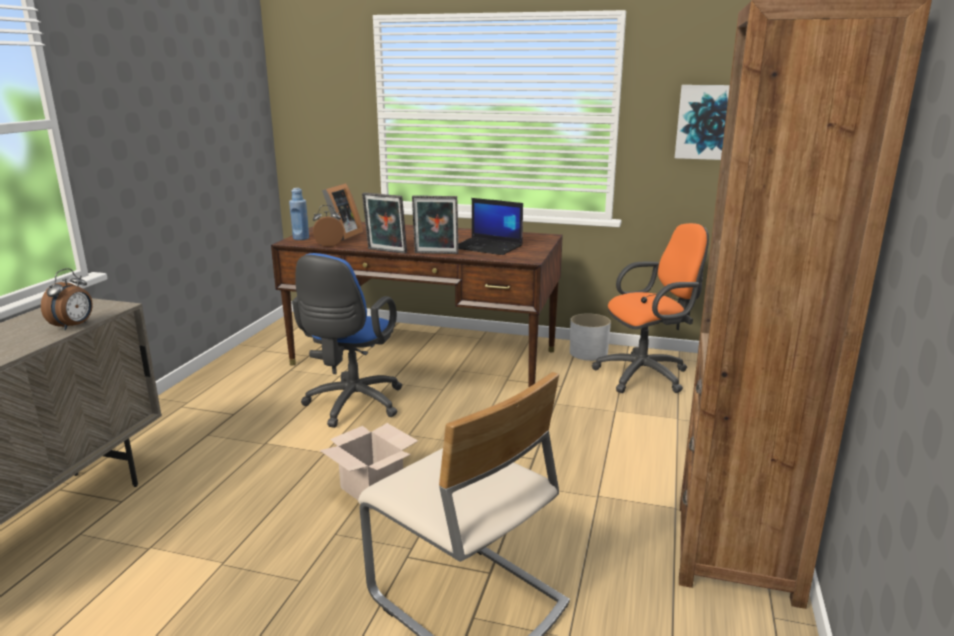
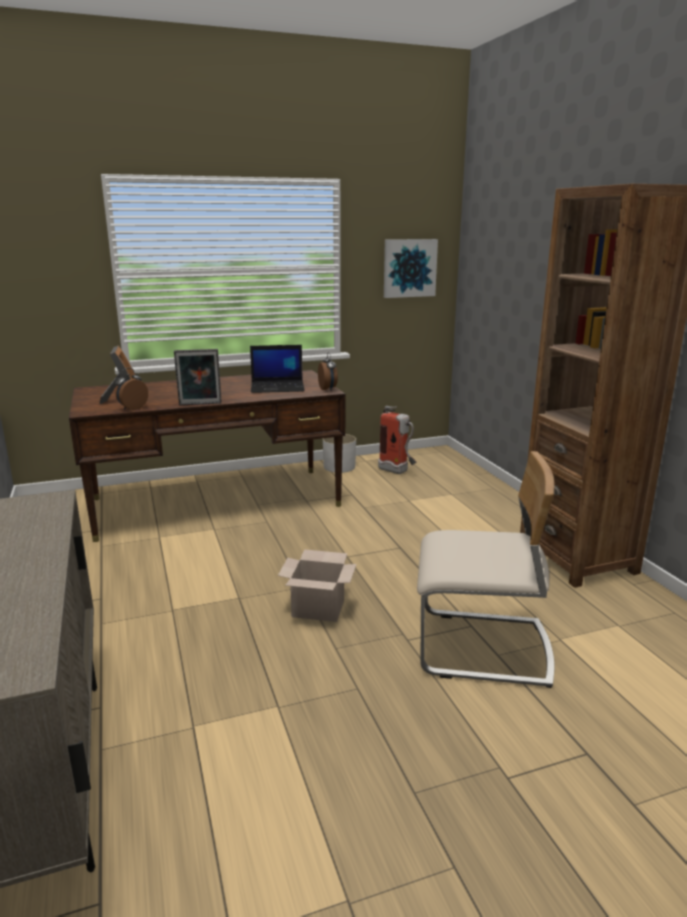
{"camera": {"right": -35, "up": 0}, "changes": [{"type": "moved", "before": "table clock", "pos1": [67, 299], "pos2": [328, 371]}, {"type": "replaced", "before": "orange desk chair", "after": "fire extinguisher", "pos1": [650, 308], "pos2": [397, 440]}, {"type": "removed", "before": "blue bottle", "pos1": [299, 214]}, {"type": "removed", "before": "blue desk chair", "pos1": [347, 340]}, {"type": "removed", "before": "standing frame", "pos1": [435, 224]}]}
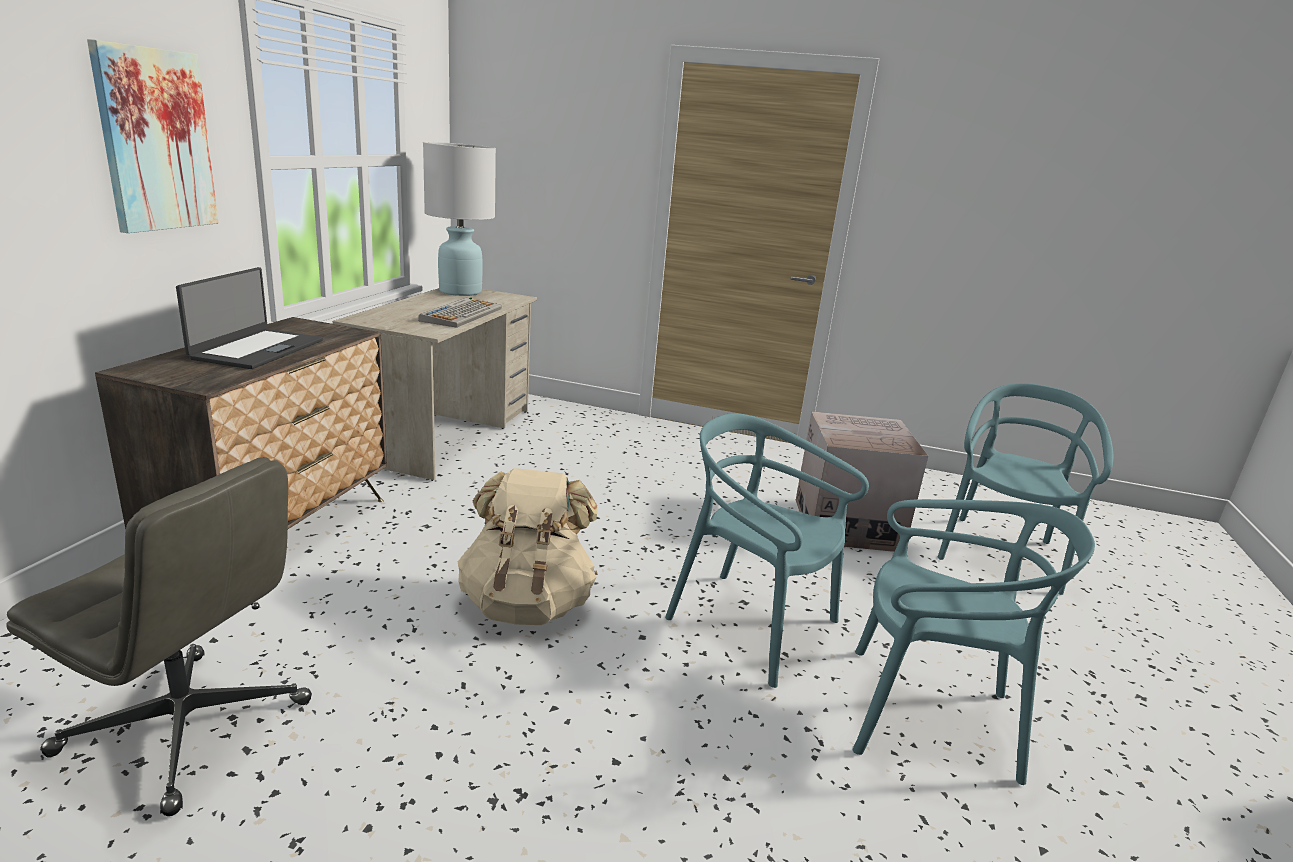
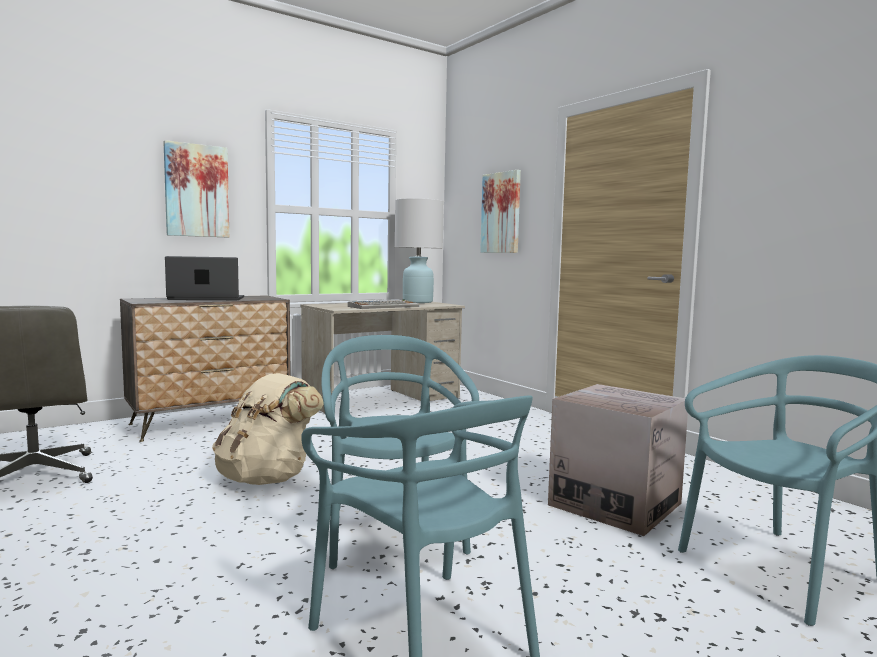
{"camera": {"right": 40, "up": -15}, "changes": [{"type": "turned", "before": "portable computer", "pos1": [249, 318], "pos2": [204, 278], "turn": -150}, {"type": "added", "after": "wall art", "pos2": [500, 211]}]}
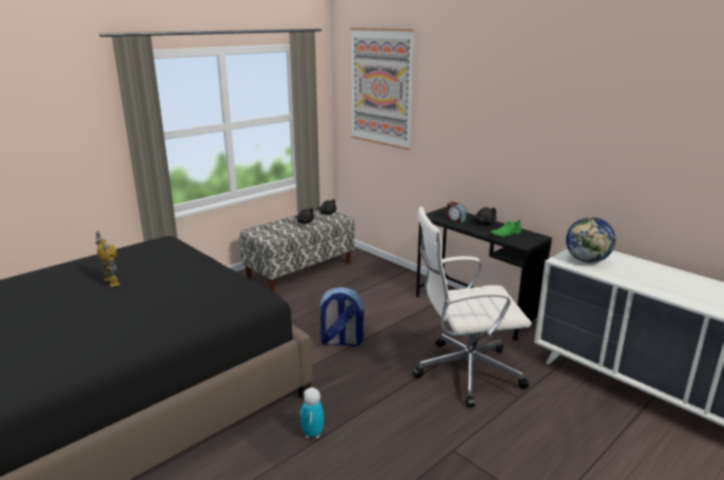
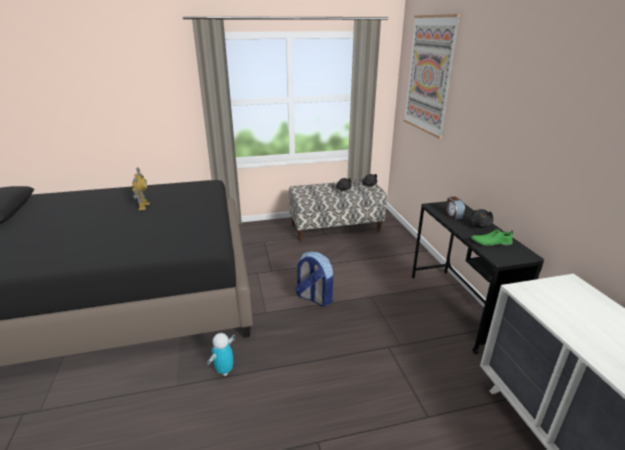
{"camera": {"right": 30, "up": 5}, "changes": [{"type": "removed", "before": "white-coloured desk chair", "pos1": [472, 307]}, {"type": "removed", "before": "desk globe", "pos1": [591, 240]}]}
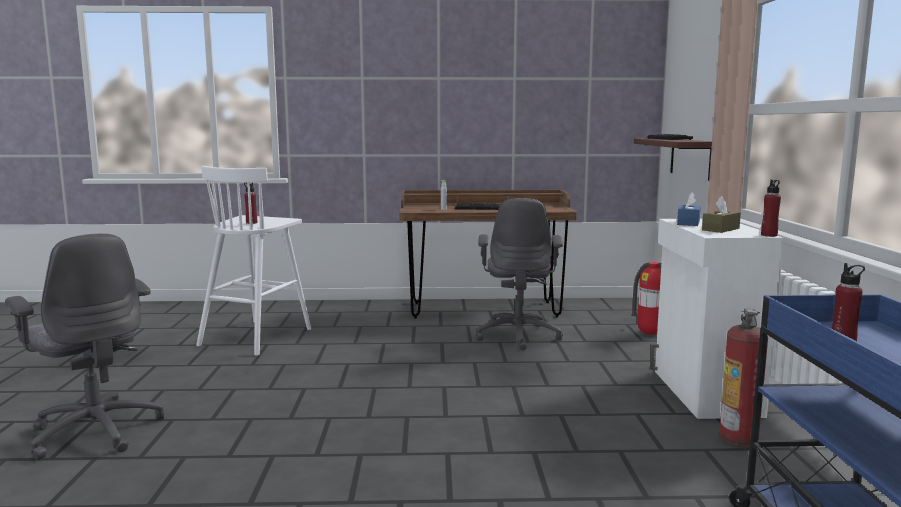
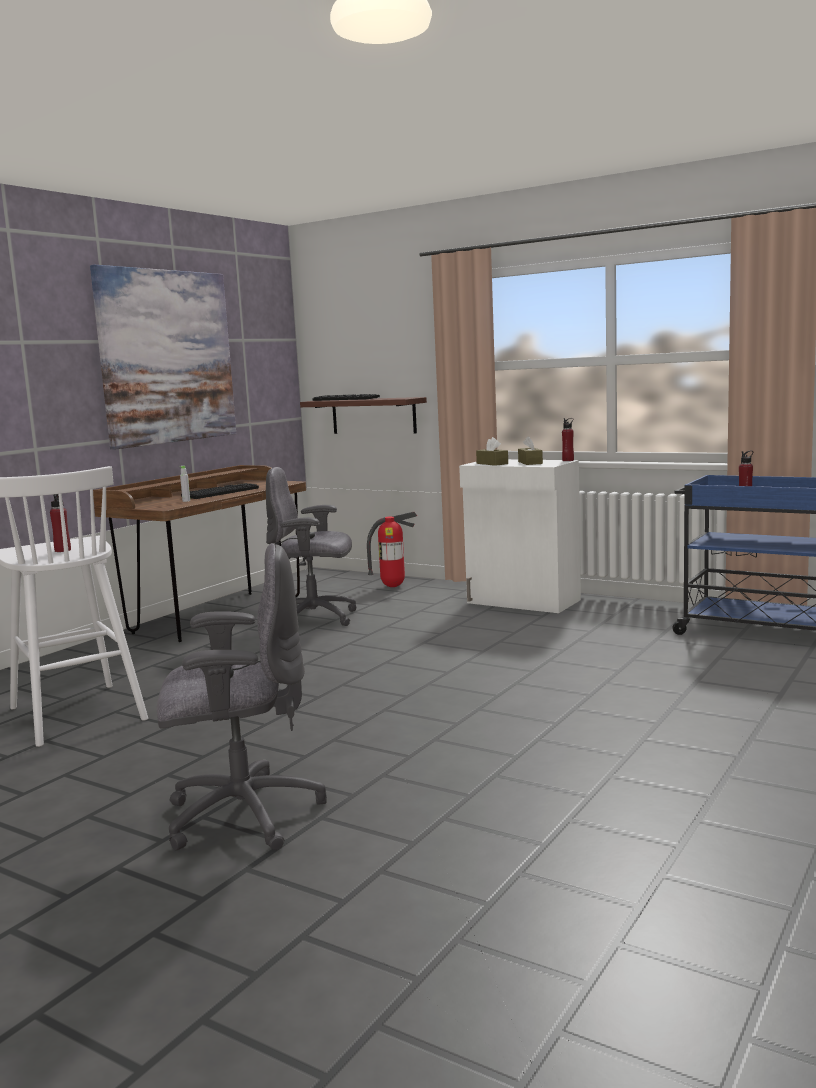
{"camera": {"right": -55, "up": 0}, "changes": [{"type": "added", "after": "wall art", "pos2": [163, 357]}, {"type": "turned", "before": "gray desk chair", "pos1": [519, 274], "pos2": [311, 546], "turn": 150}, {"type": "recoloured", "before": "blue tissue box", "after": "brown-coloured tissue box", "pos1": [689, 209], "pos2": [492, 451]}, {"type": "removed", "before": "fire extinguisher", "pos1": [743, 378]}]}
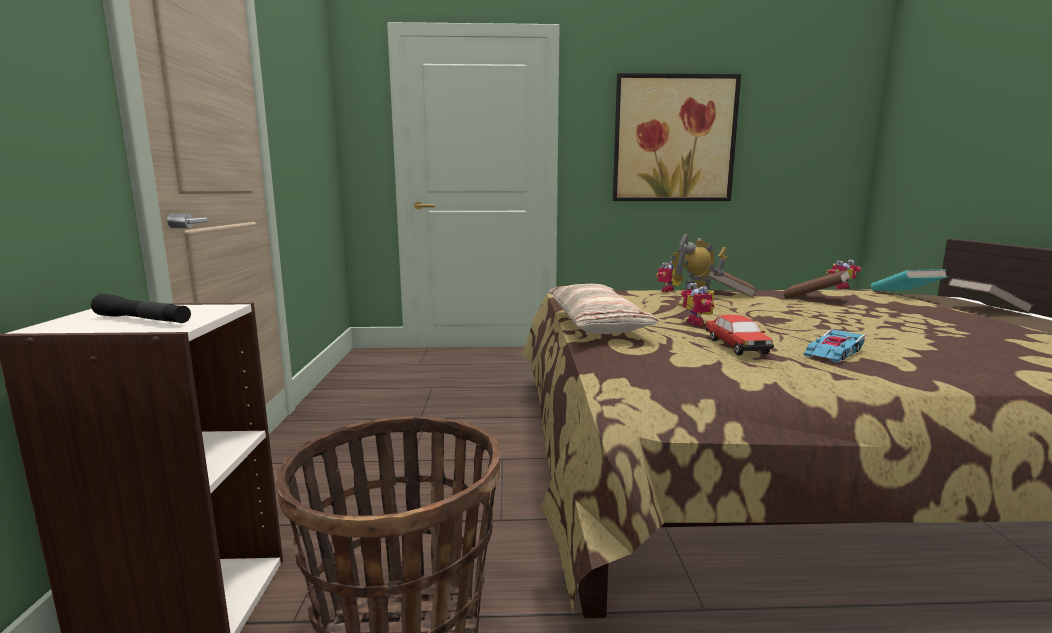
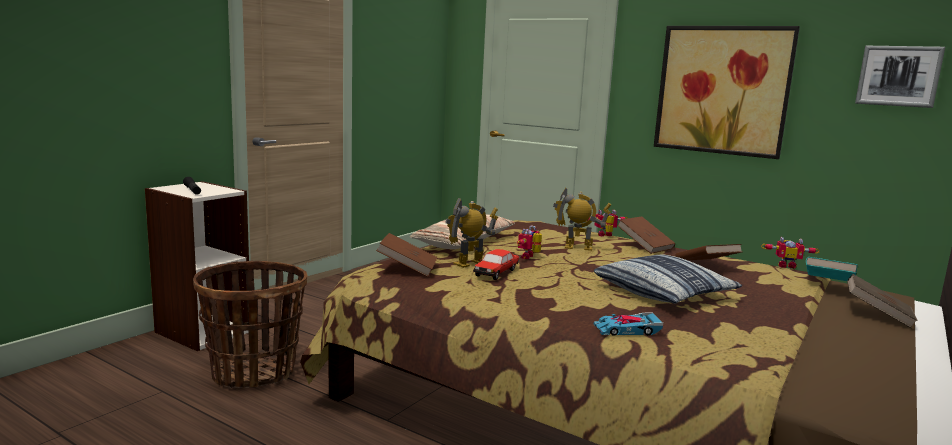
{"camera": {"right": 35, "up": 0}, "changes": [{"type": "added", "after": "brown-coloured volume", "pos2": [407, 255]}, {"type": "added", "after": "toy robot", "pos2": [471, 233]}, {"type": "added", "after": "pillow", "pos2": [668, 279]}, {"type": "moved", "before": "miniature car", "pos1": [834, 346], "pos2": [628, 324]}, {"type": "added", "after": "wall art", "pos2": [900, 77]}]}
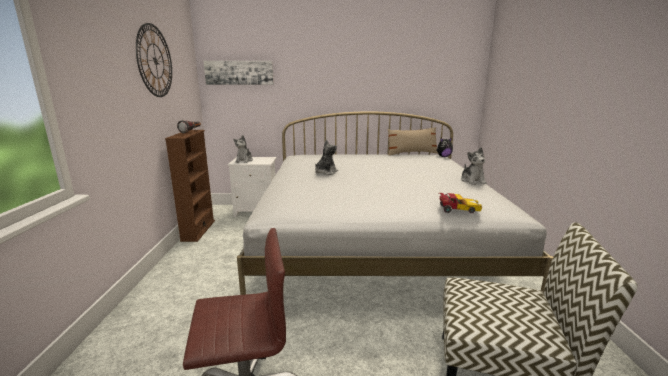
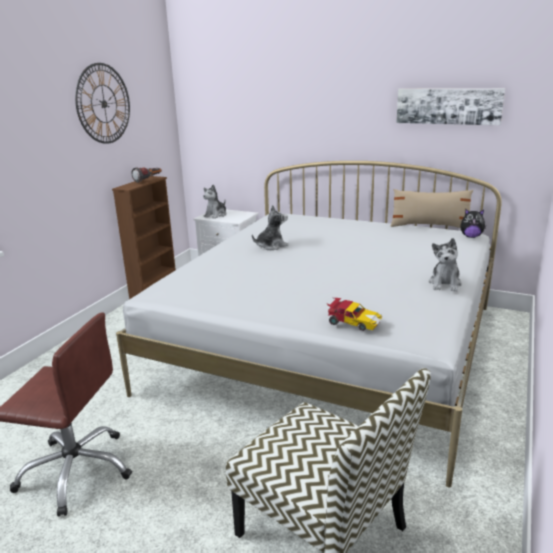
{"camera": {"right": 25, "up": 5}, "changes": [{"type": "moved", "before": "wall art", "pos1": [239, 73], "pos2": [450, 106]}]}
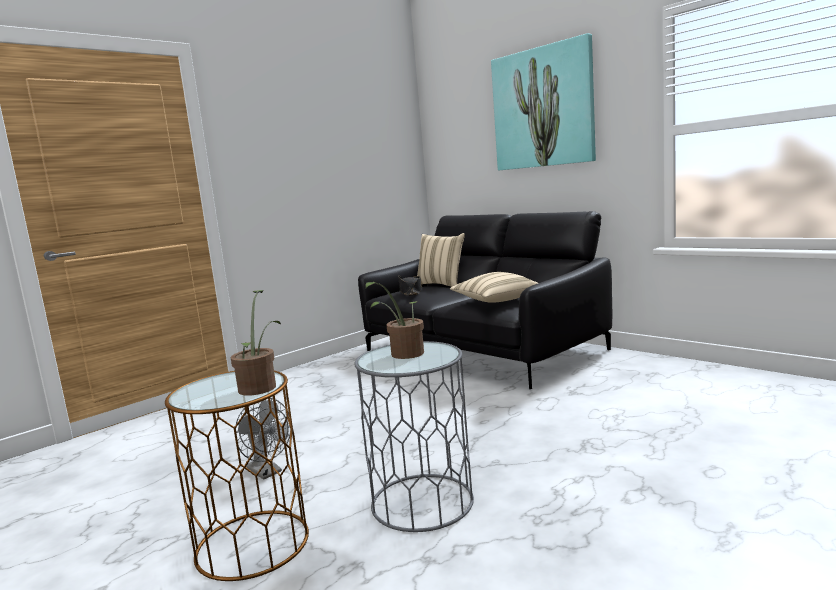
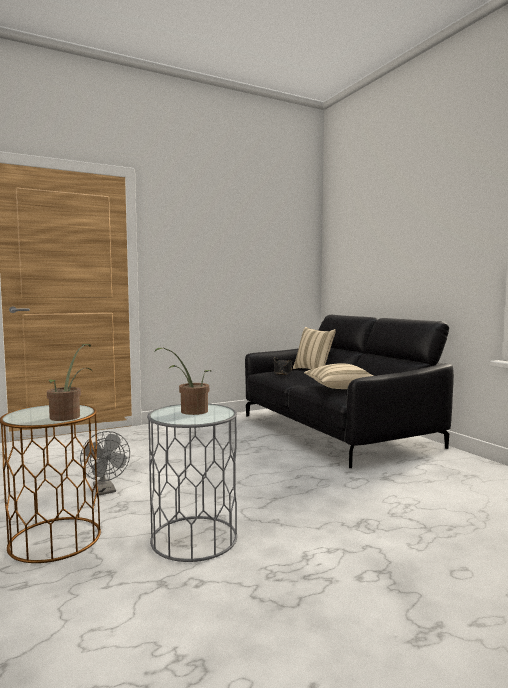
{"camera": {"right": 15, "up": -5}, "changes": [{"type": "removed", "before": "wall art", "pos1": [543, 102]}]}
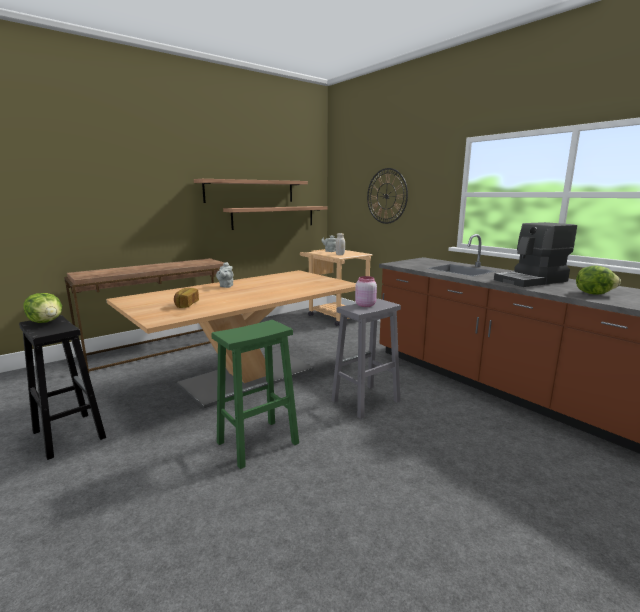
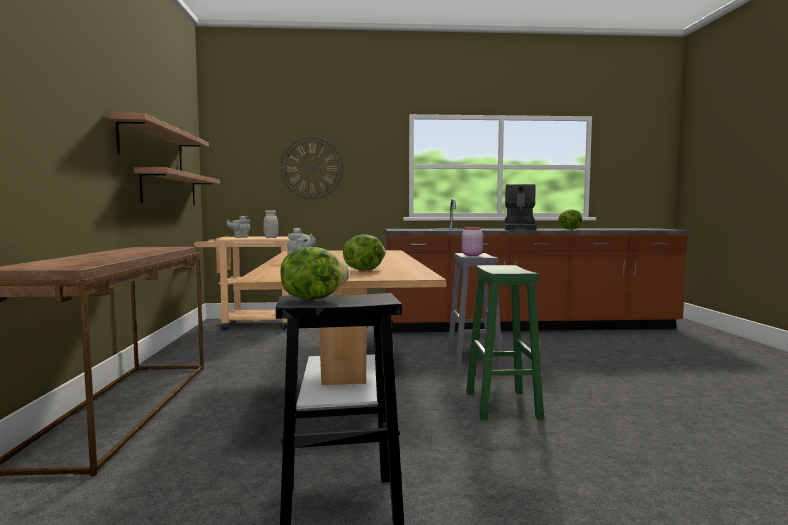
{"camera": {"right": -55, "up": -10}, "changes": [{"type": "replaced", "before": "baked bread", "after": "lettuce head", "pos1": [186, 298], "pos2": [364, 252]}]}
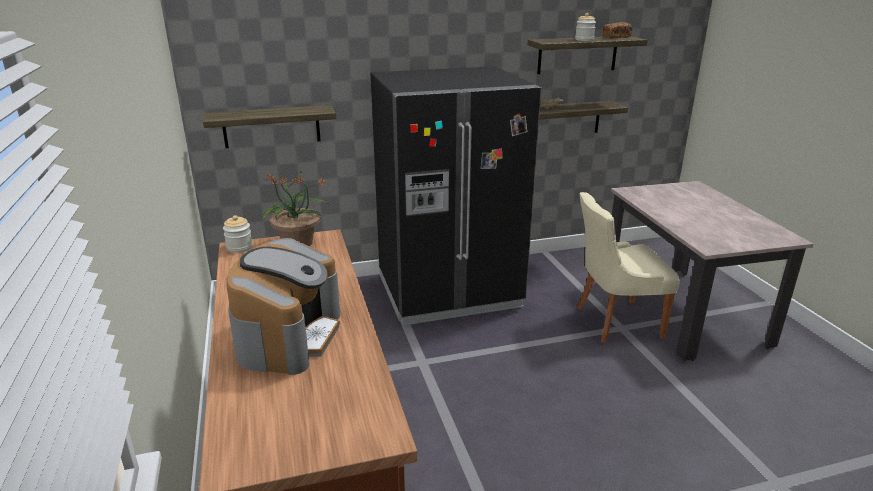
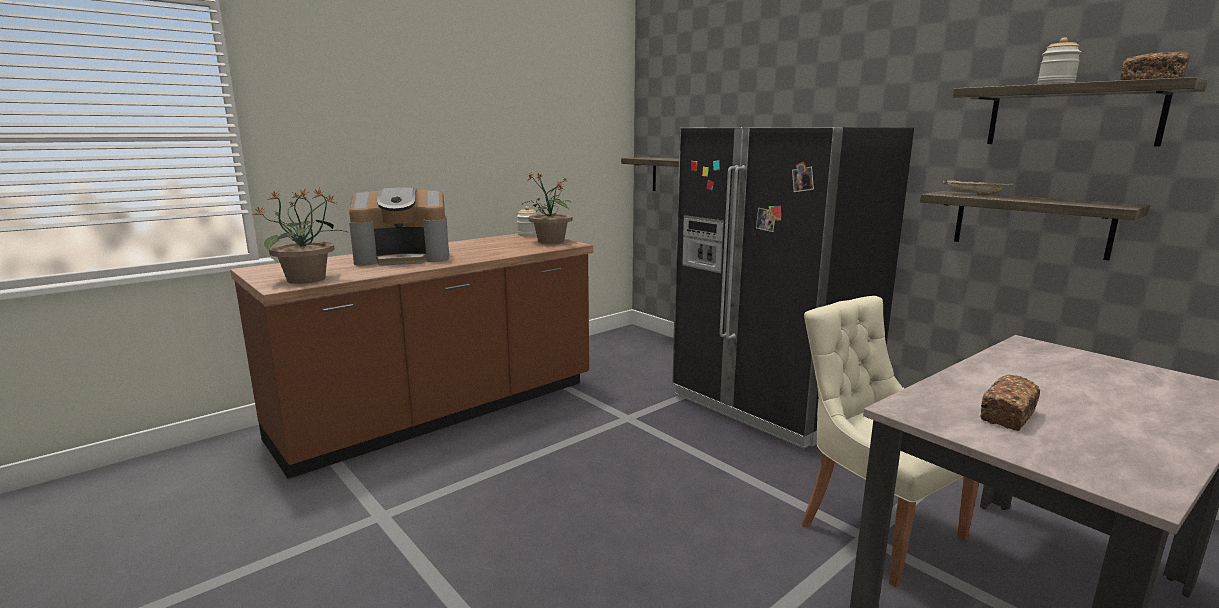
{"camera": {"right": 65, "up": -10}, "changes": [{"type": "added", "after": "potted plant", "pos2": [300, 236]}, {"type": "added", "after": "baked bread", "pos2": [1010, 403]}]}
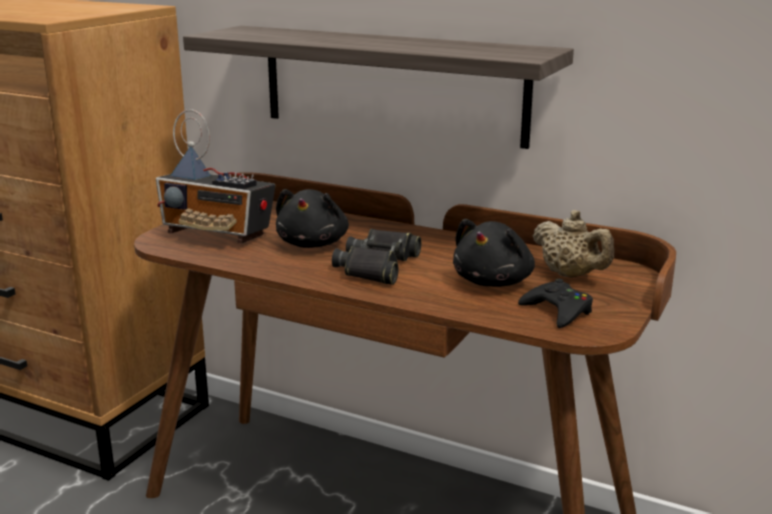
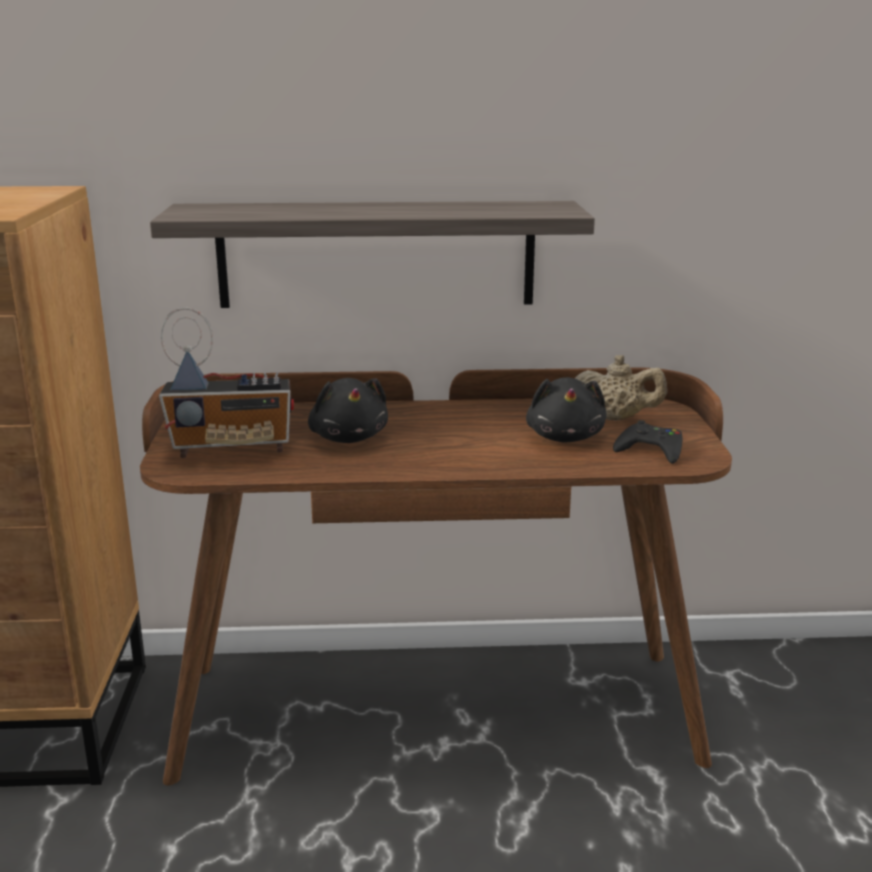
{"camera": {"right": -30, "up": 0}, "changes": [{"type": "removed", "before": "black binoculars", "pos1": [377, 257]}]}
